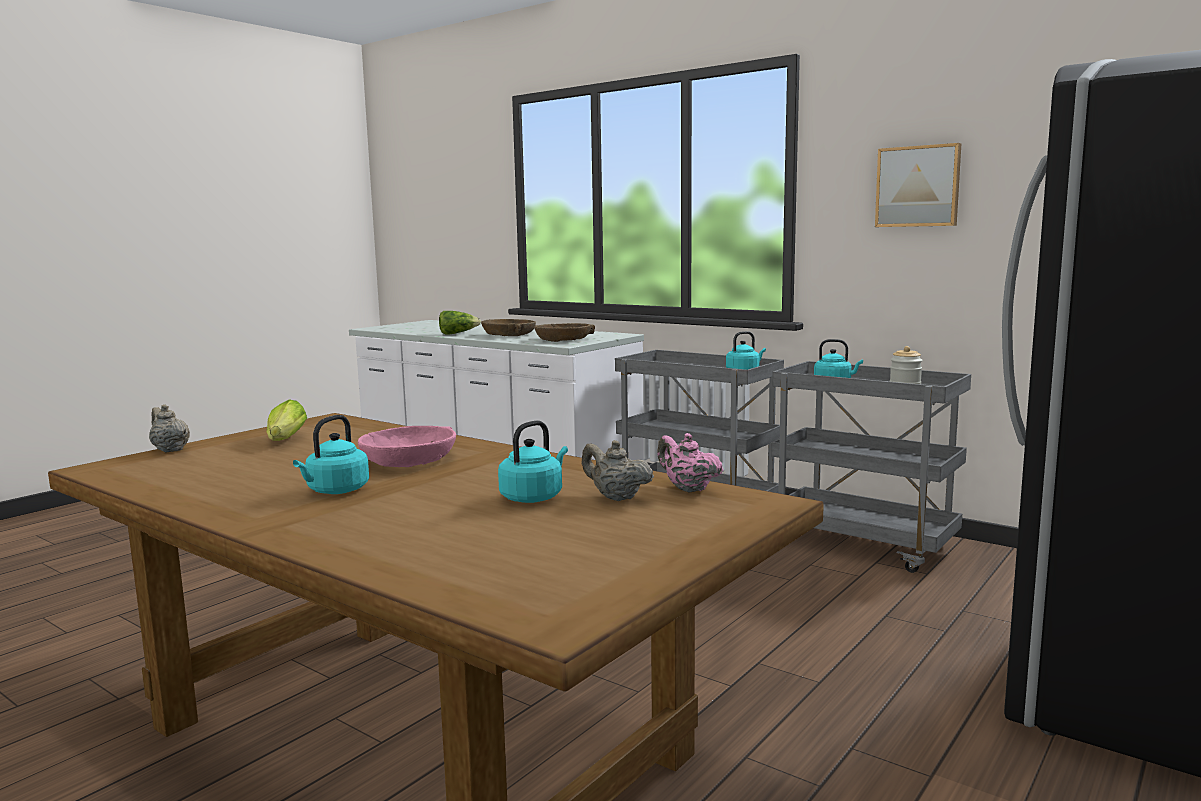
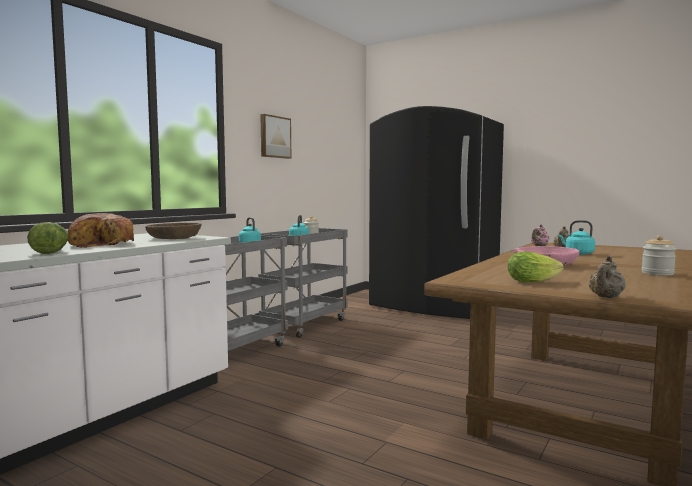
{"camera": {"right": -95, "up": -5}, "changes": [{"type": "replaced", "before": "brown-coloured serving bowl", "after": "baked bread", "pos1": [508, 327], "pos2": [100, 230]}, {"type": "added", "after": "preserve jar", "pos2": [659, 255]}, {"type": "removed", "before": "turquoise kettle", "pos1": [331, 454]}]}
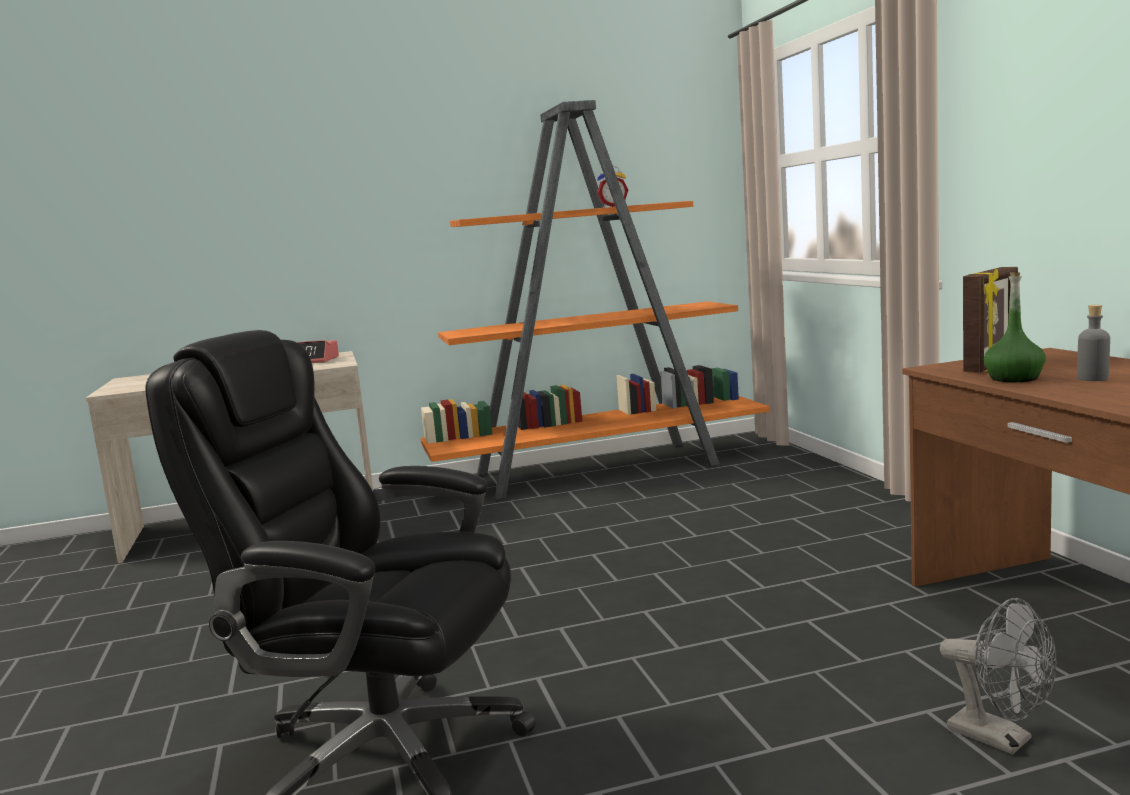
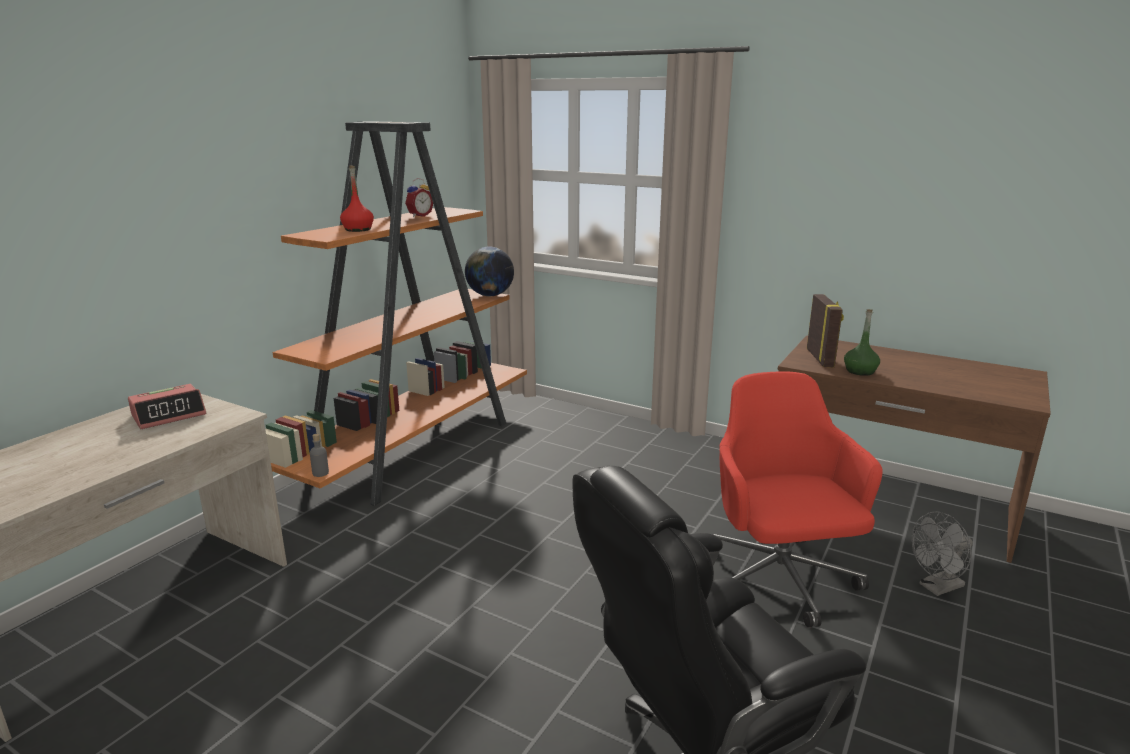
{"camera": {"right": -45, "up": 10}, "changes": [{"type": "moved", "before": "gray bottle", "pos1": [1093, 343], "pos2": [319, 455]}, {"type": "added", "after": "red bottle", "pos2": [357, 198]}, {"type": "added", "after": "desk globe", "pos2": [489, 271]}, {"type": "added", "after": "red desk chair", "pos2": [798, 499]}, {"type": "turned", "before": "gray fan", "pos1": [998, 676], "pos2": [942, 554], "turn": 150}]}
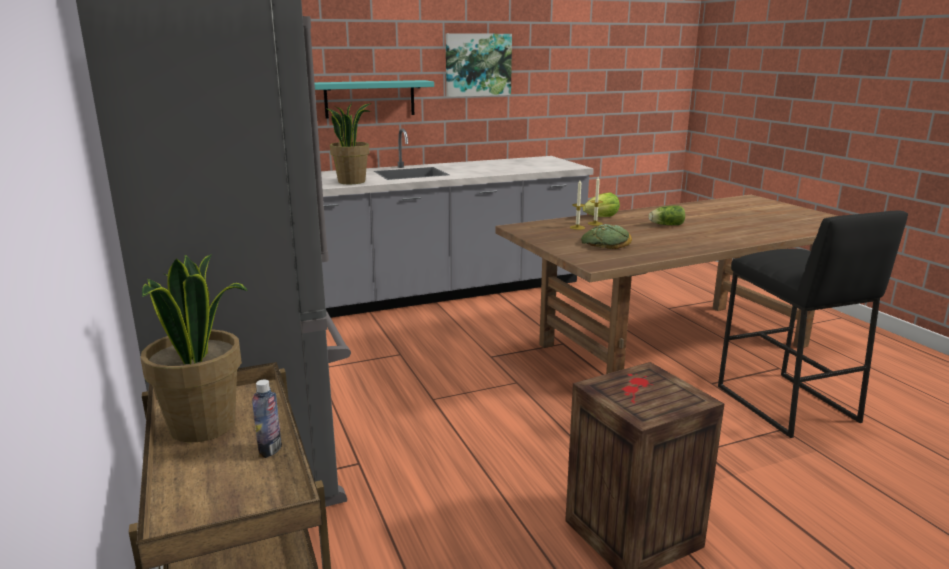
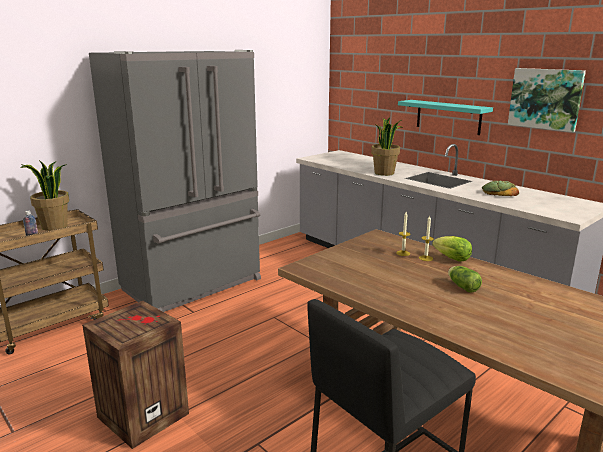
{"camera": {"right": 70, "up": 0}, "changes": [{"type": "moved", "before": "baked bread", "pos1": [606, 236], "pos2": [500, 188]}]}
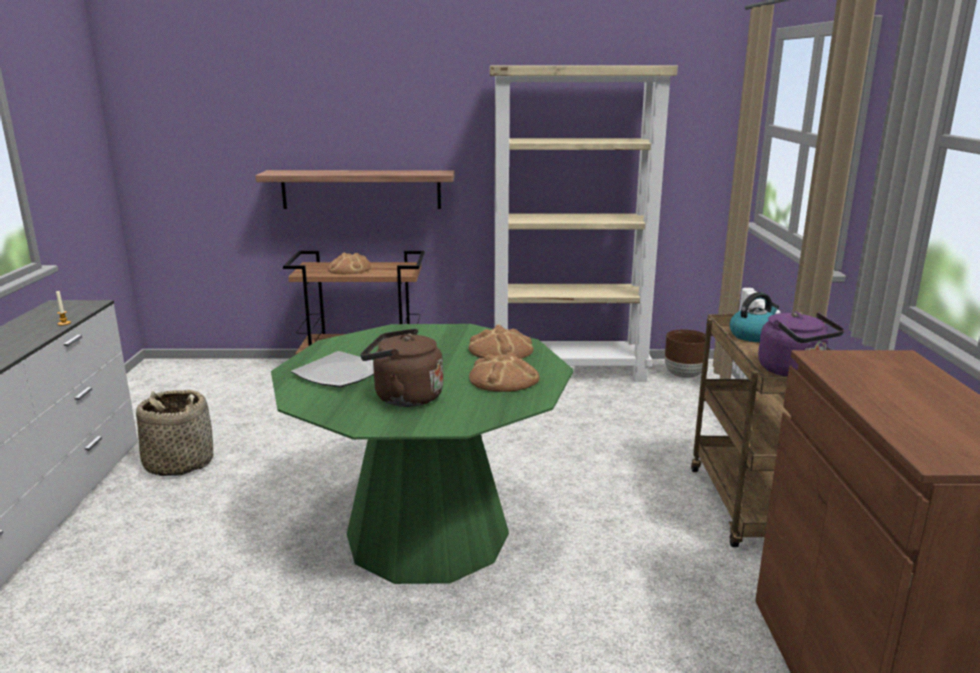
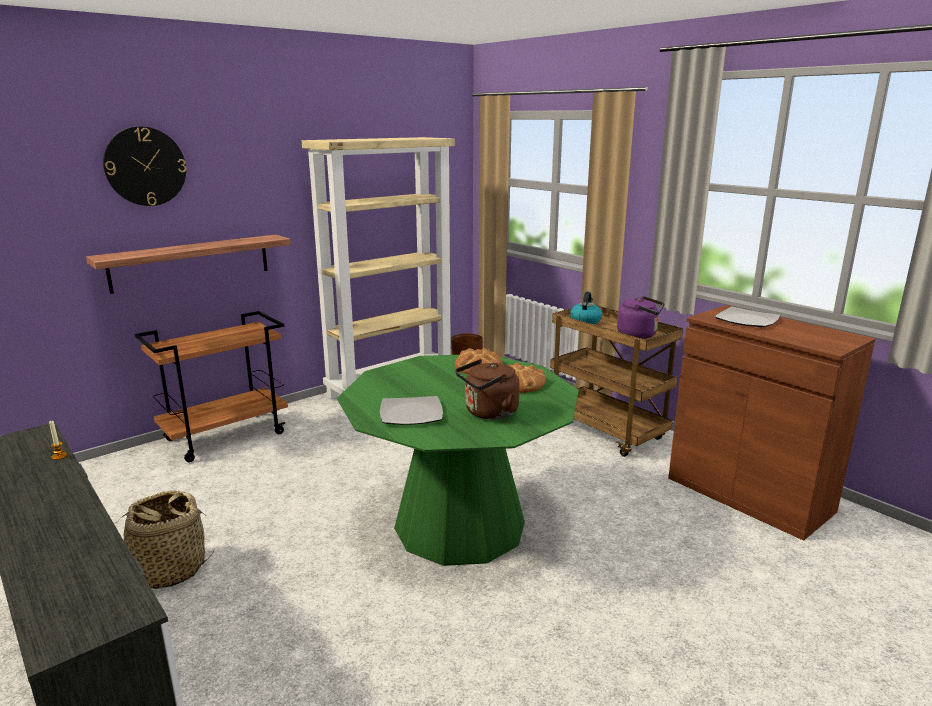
{"camera": {"right": -40, "up": 0}, "changes": [{"type": "added", "after": "hanging clock", "pos2": [144, 166]}, {"type": "added", "after": "plate", "pos2": [747, 317]}, {"type": "removed", "before": "baked bread", "pos1": [349, 263]}]}
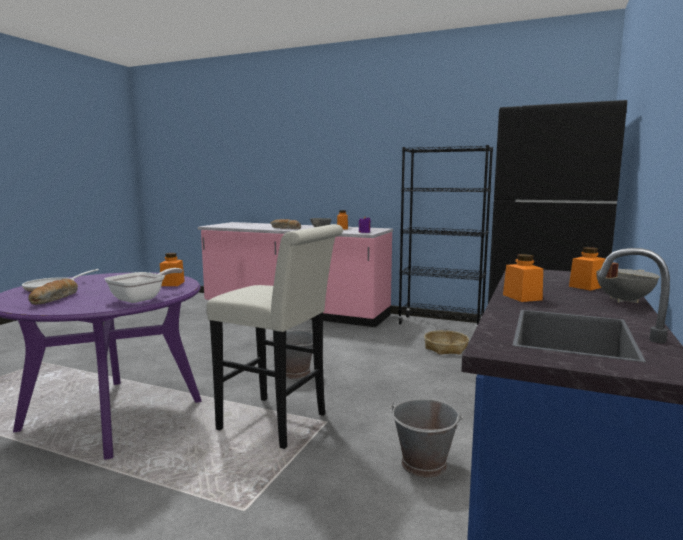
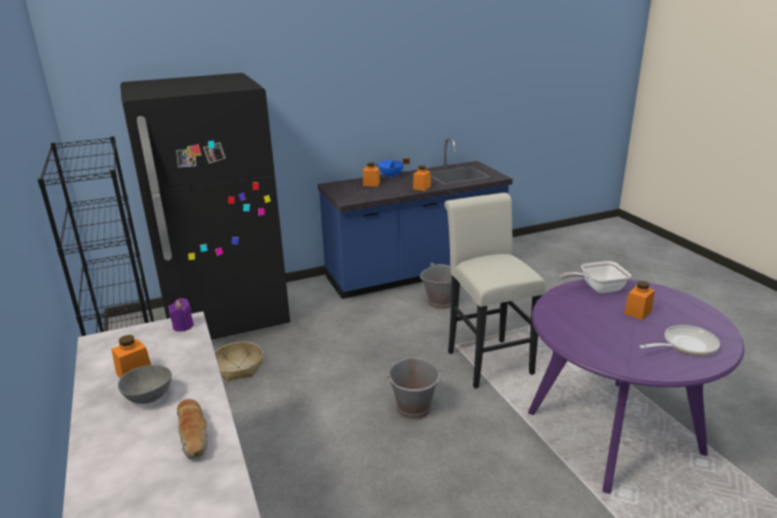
{"camera": {"right": -135, "up": 15}, "changes": [{"type": "recoloured", "before": "gray cooking pot", "after": "blue cooking pot", "pos1": [628, 282], "pos2": [392, 168]}, {"type": "moved", "before": "orange preserve jar", "pos1": [172, 269], "pos2": [639, 300]}, {"type": "removed", "before": "baked bread", "pos1": [53, 292]}]}
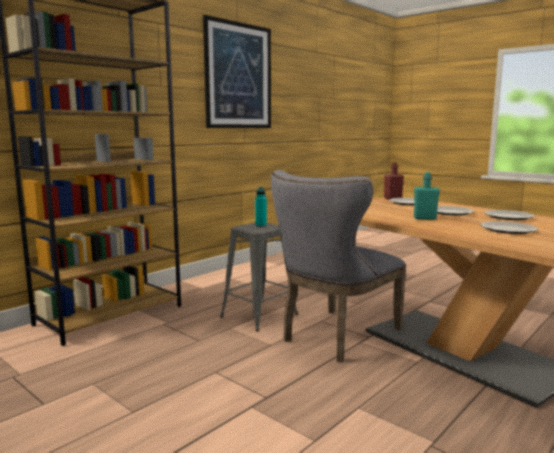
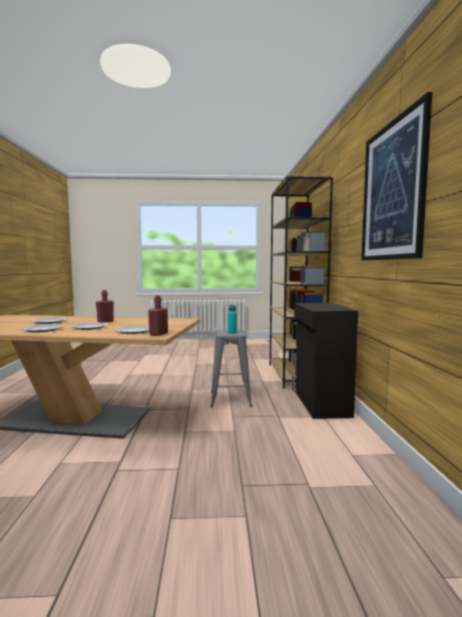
{"camera": {"right": 135, "up": -5}, "changes": [{"type": "recoloured", "before": "turquoise bottle", "after": "red bottle", "pos1": [427, 196], "pos2": [105, 306]}, {"type": "added", "after": "black cupboard", "pos2": [325, 361]}, {"type": "removed", "before": "gray plain chair", "pos1": [338, 266]}]}
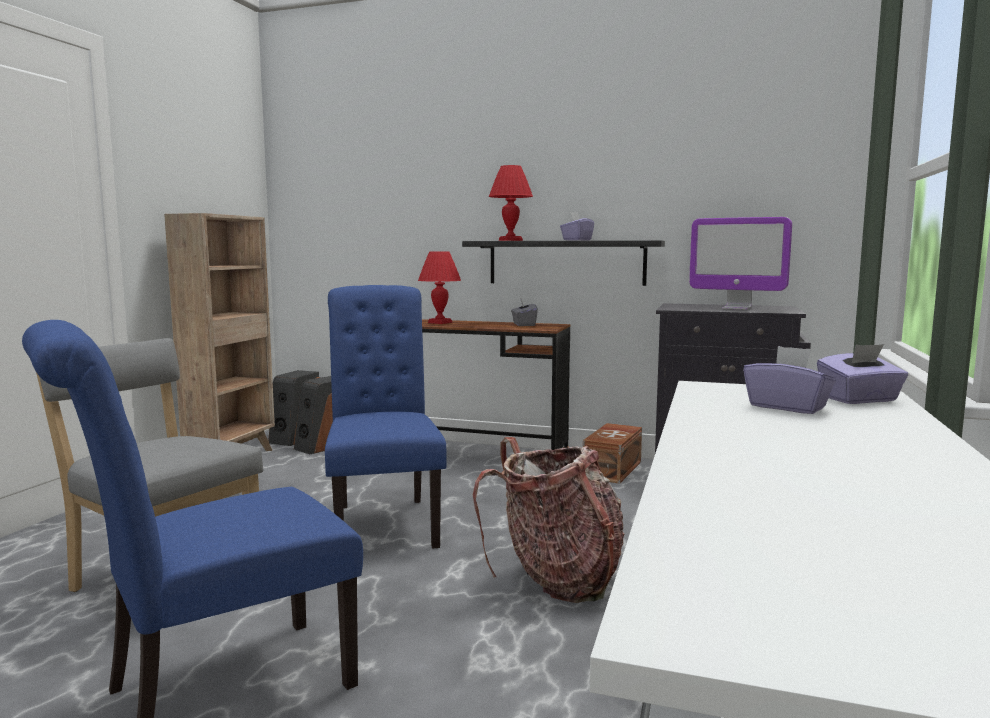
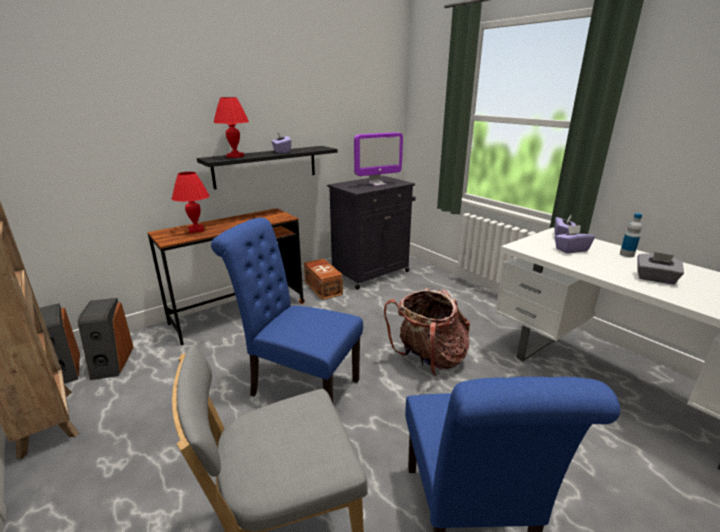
{"camera": {"right": -55, "up": 15}, "changes": [{"type": "added", "after": "bottle", "pos2": [631, 235]}, {"type": "moved", "before": "gray tissue box", "pos1": [524, 312], "pos2": [660, 268]}]}
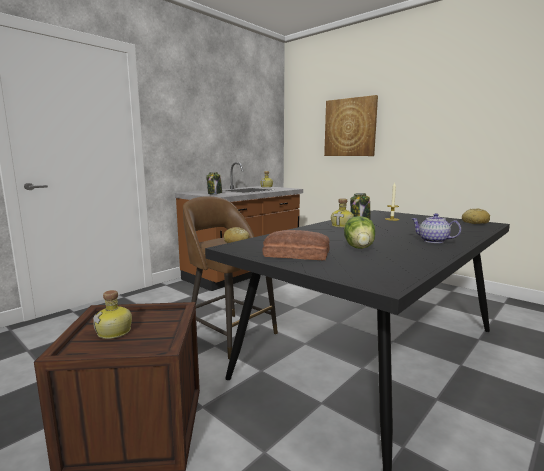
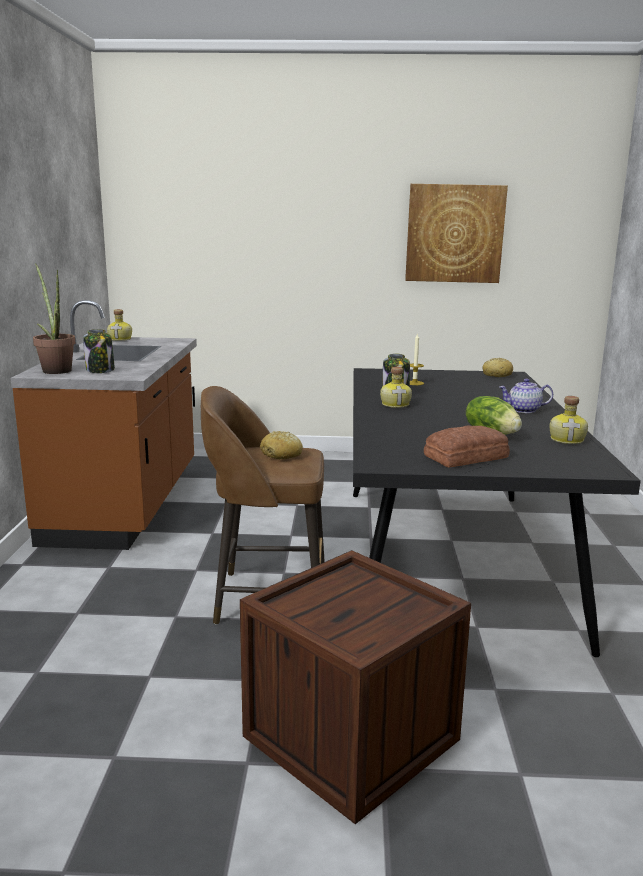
{"camera": {"right": -40, "up": 5}, "changes": [{"type": "added", "after": "potted plant", "pos2": [54, 318]}, {"type": "moved", "before": "wall art", "pos1": [351, 125], "pos2": [456, 233]}, {"type": "moved", "before": "bottle", "pos1": [112, 314], "pos2": [568, 420]}]}
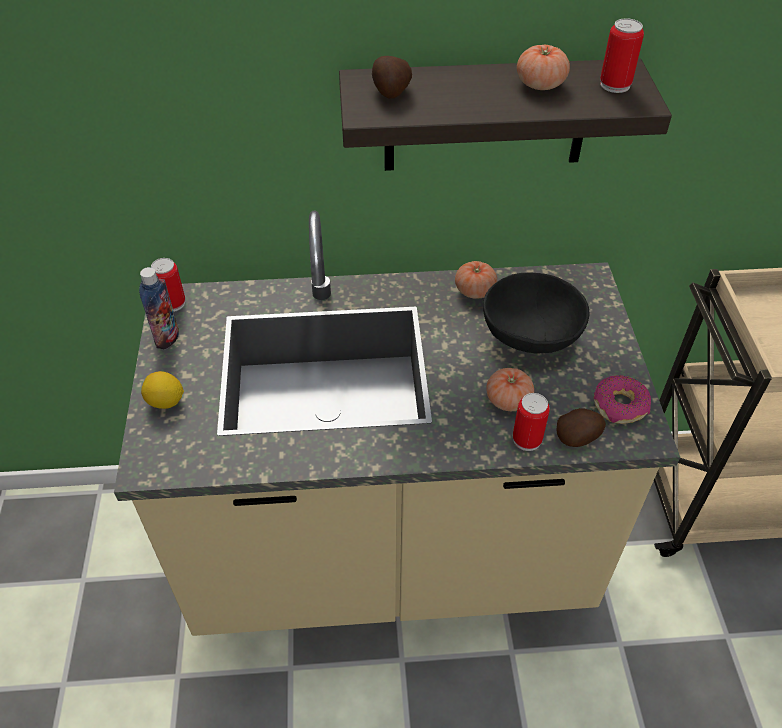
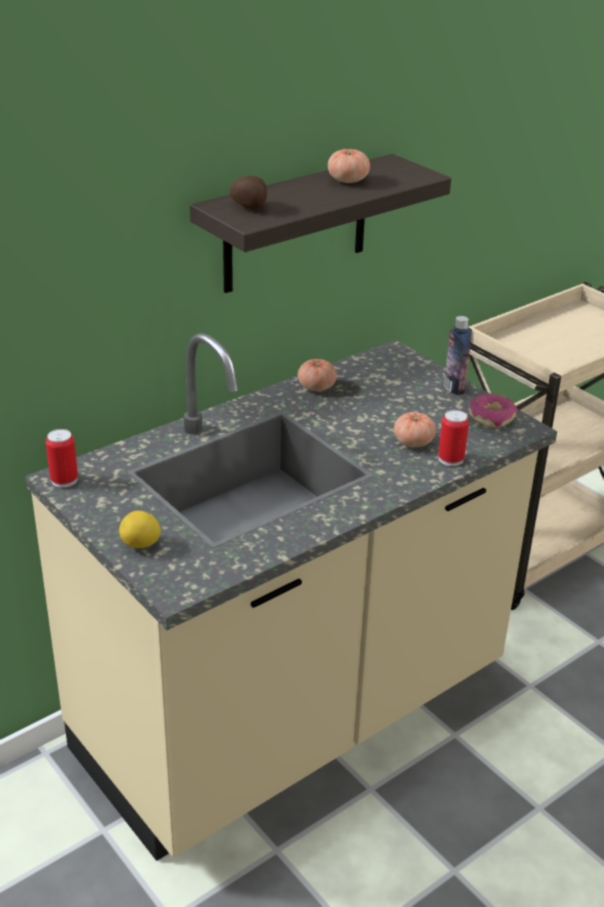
{"camera": {"right": -35, "up": -15}, "changes": [{"type": "moved", "before": "bottle", "pos1": [159, 308], "pos2": [458, 355]}, {"type": "removed", "before": "black serving bowl", "pos1": [536, 313]}, {"type": "removed", "before": "spud", "pos1": [581, 427]}, {"type": "removed", "before": "sealed can", "pos1": [622, 55]}]}
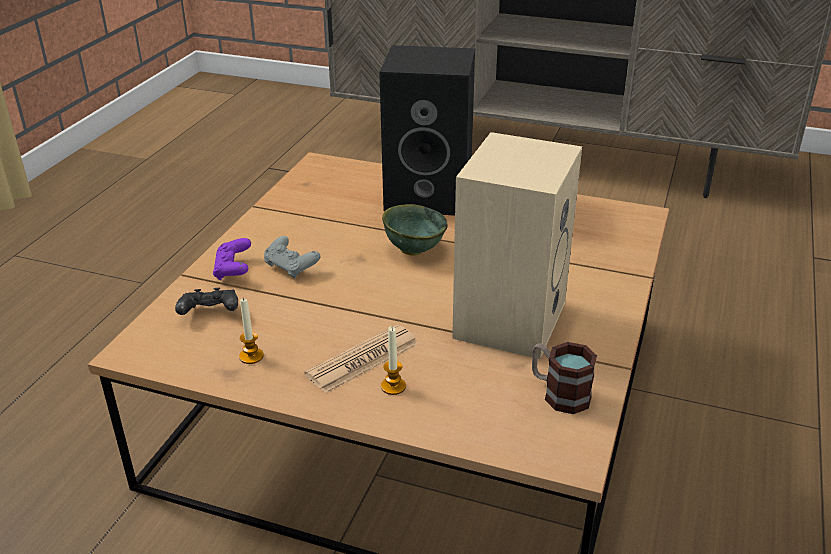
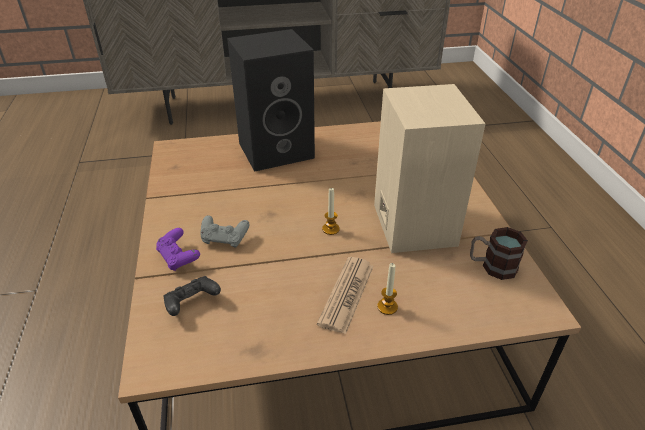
{"camera": {"right": -30, "up": 5}, "changes": [{"type": "moved", "before": "wax light", "pos1": [251, 331], "pos2": [331, 211]}, {"type": "removed", "before": "green serving bowl", "pos1": [414, 230]}]}
